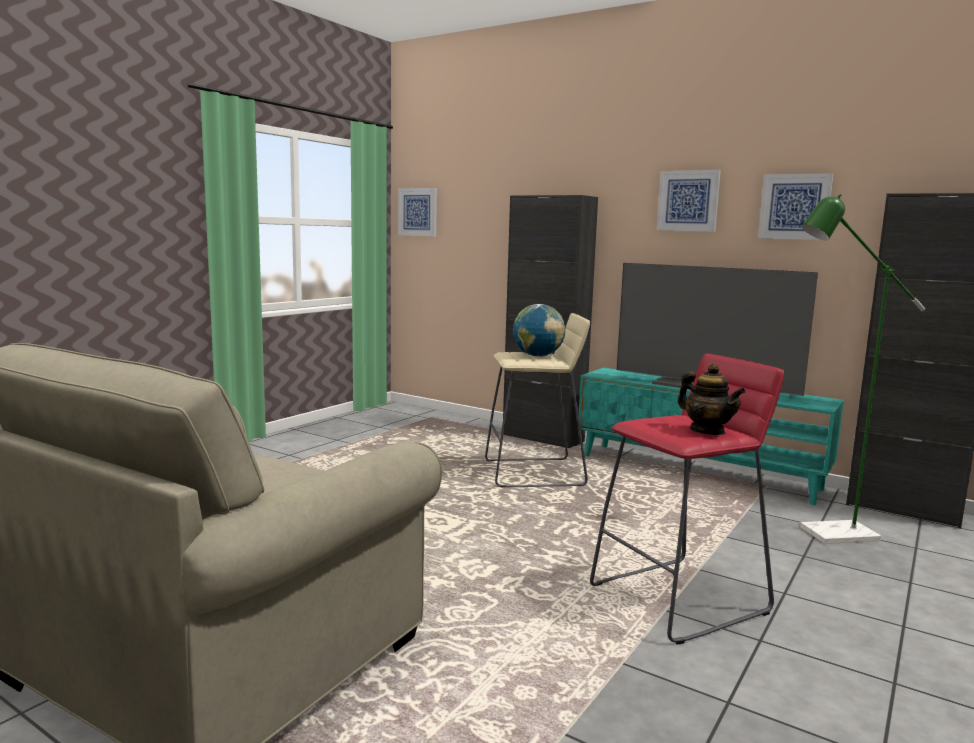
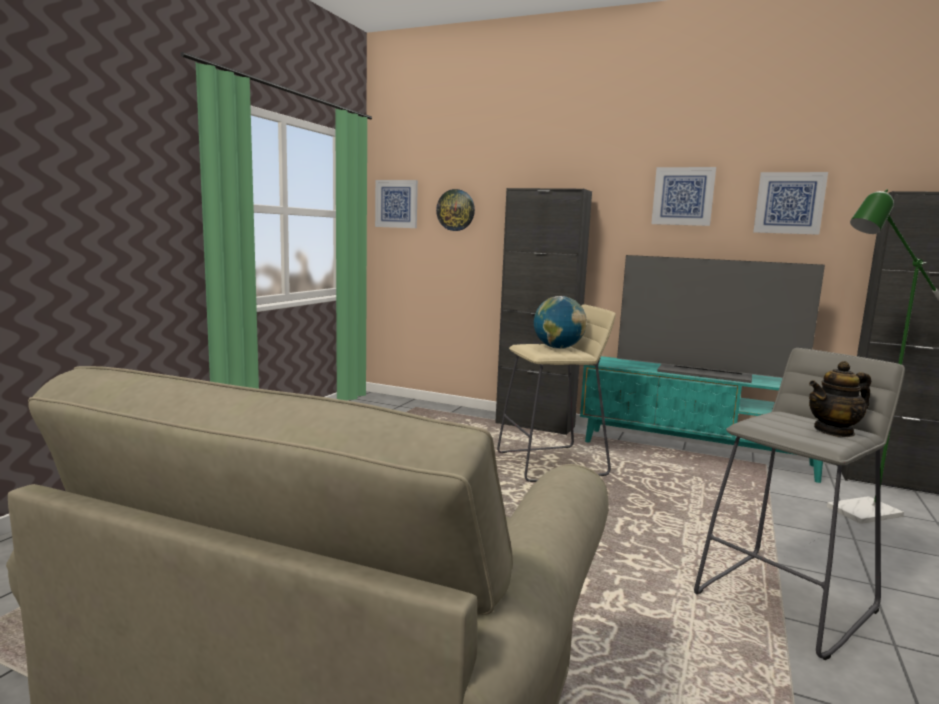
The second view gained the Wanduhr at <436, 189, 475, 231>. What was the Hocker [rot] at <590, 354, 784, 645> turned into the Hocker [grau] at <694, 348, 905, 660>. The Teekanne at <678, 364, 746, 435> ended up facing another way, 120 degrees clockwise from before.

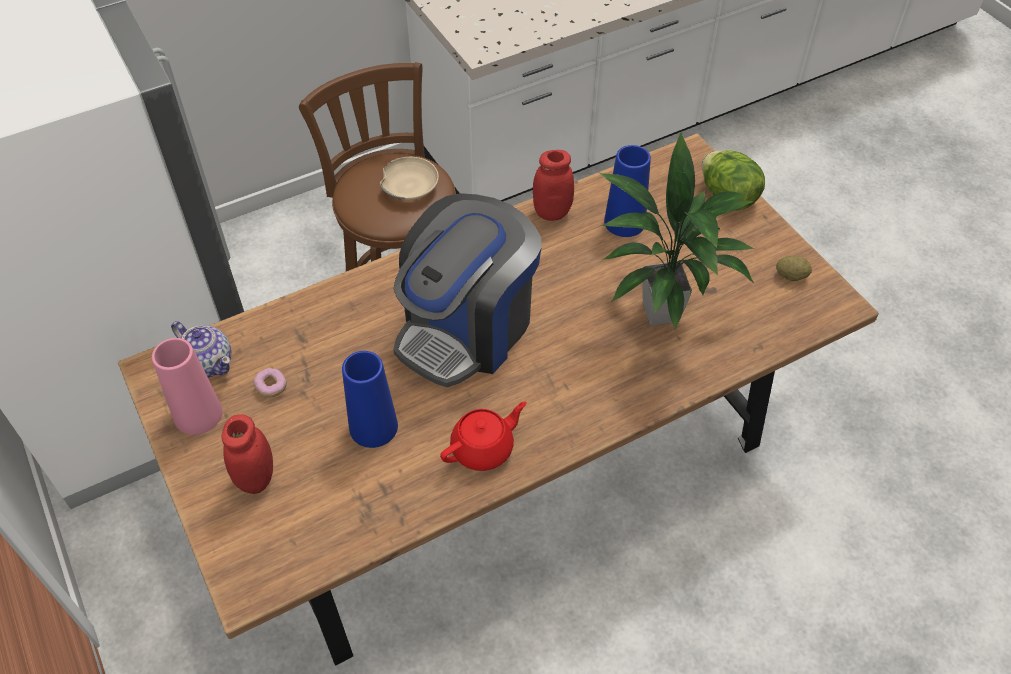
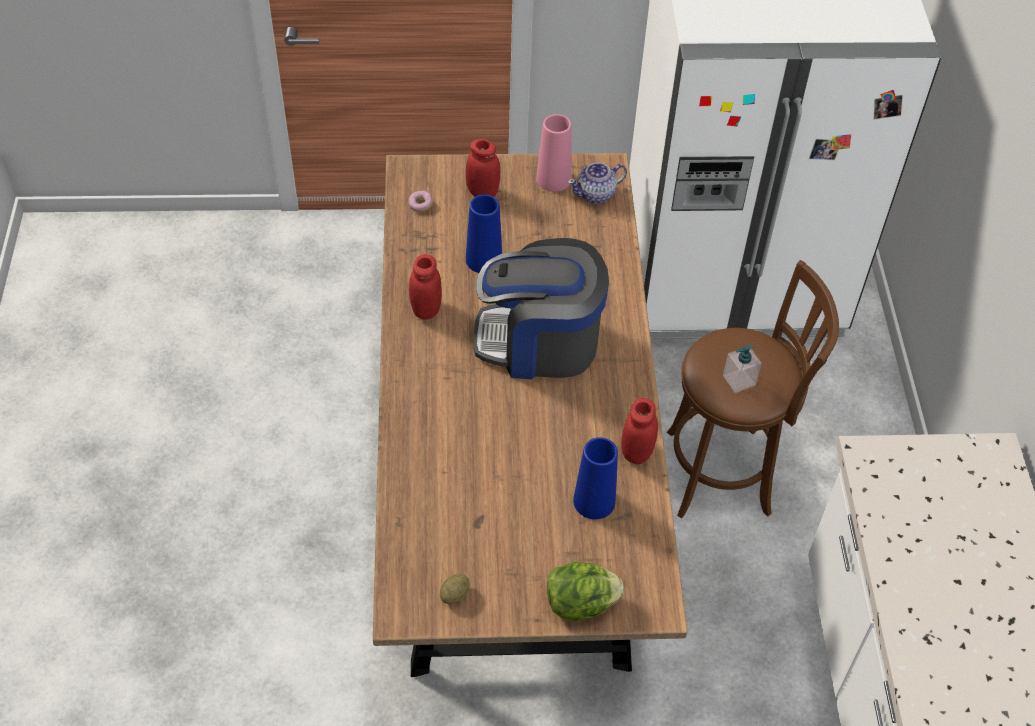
The second view lost the Topfpflanze at <598, 131, 755, 330>. The Donut ended up elsewhere, having gone from <254, 368, 287, 397> to <408, 191, 433, 212>. Where the Schüssel [beige] stood at <380, 157, 439, 200>, the Seifenspender came to stand at <723, 344, 762, 393>. Where the Teekanne [rot] stood at <440, 401, 527, 471>, the Vorratsglas [rot] came to stand at <409, 254, 442, 320>. The Kaffeemaschine at <393, 193, 541, 387> ended up facing another way, 60 degrees counterclockwise from before.

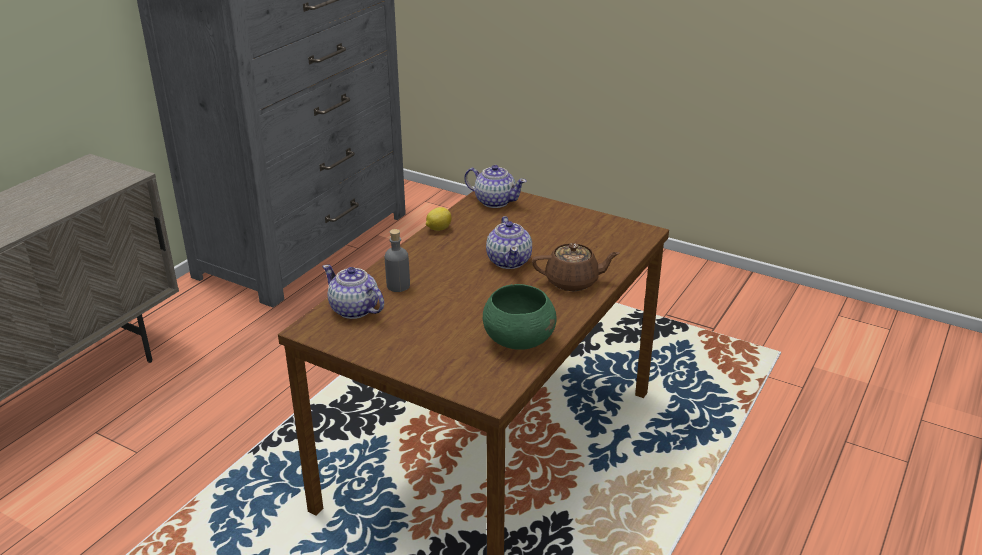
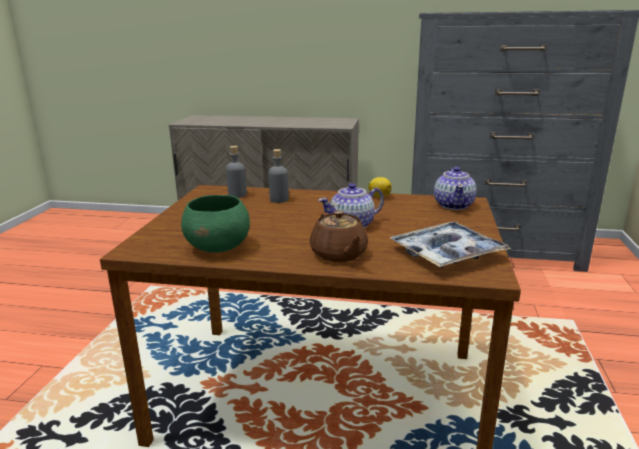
The second view gained the Tablett at <390, 222, 511, 268>. Where the Teekanne stood at <322, 265, 384, 319>, the Flasche [grau] came to stand at <226, 146, 247, 198>.

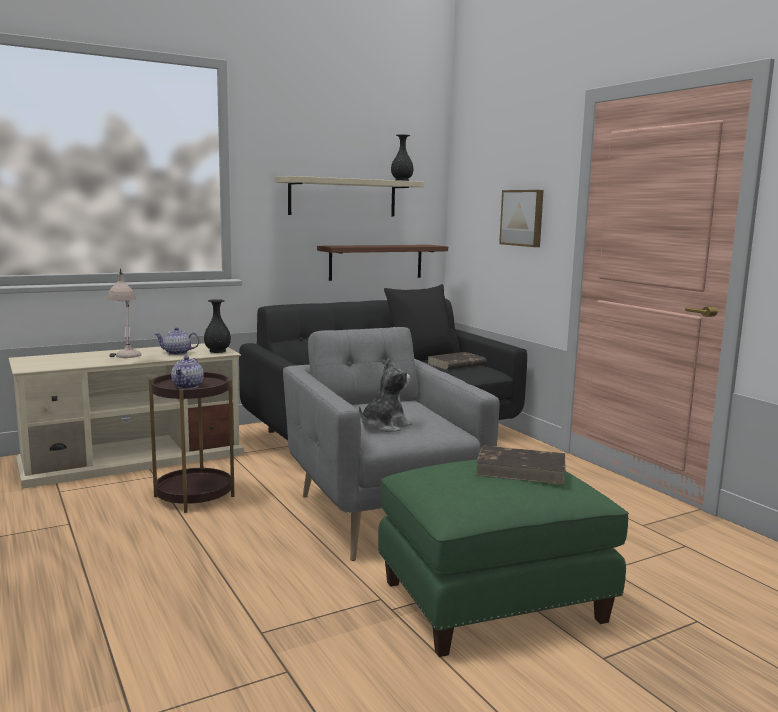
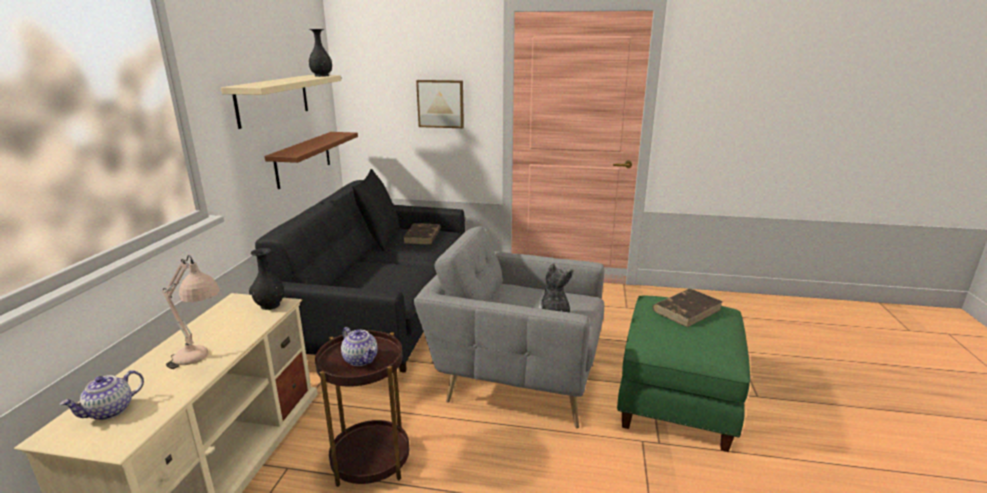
The Teekanne ended up elsewhere, having gone from <154, 327, 200, 355> to <60, 370, 144, 420>.

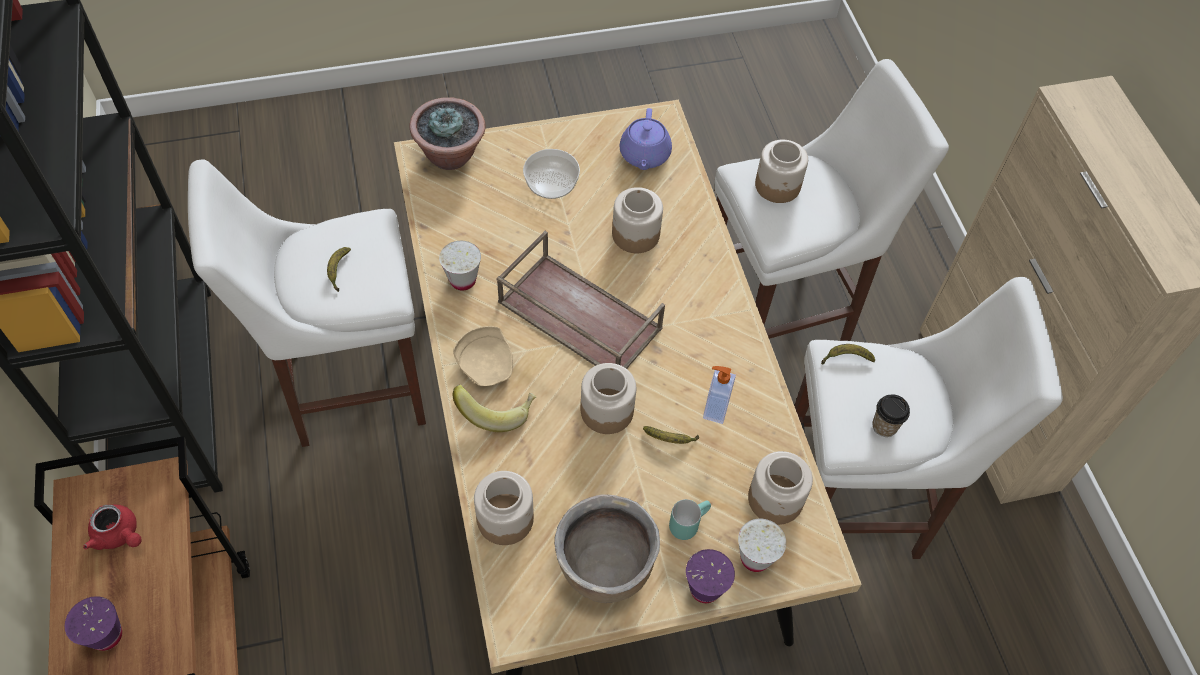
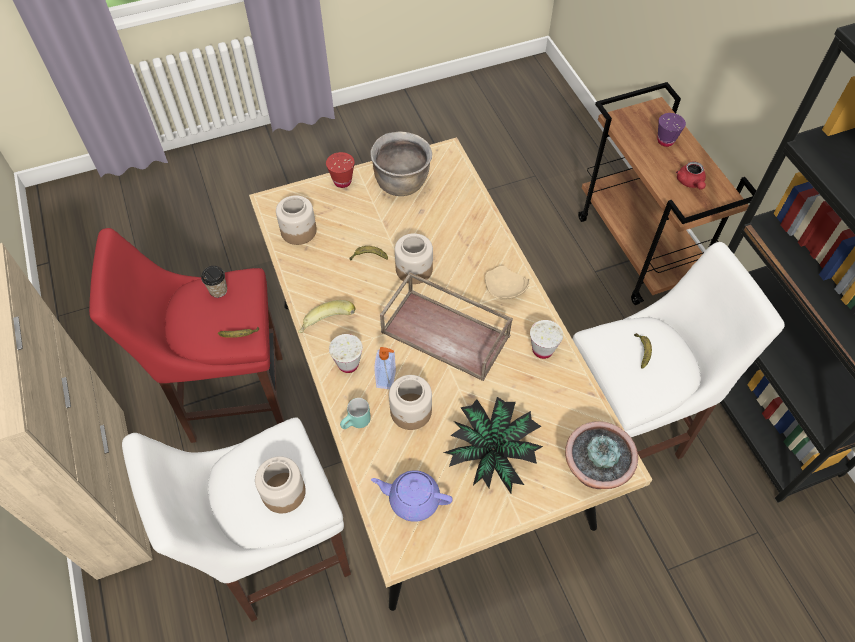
The second view lost the Vorratsglas at <474, 471, 534, 545>. The Banane ended up elsewhere, having gone from <453, 385, 536, 432> to <298, 300, 356, 333>. The Henkelbecher [türkis] ended up elsewhere, having gone from <669, 499, 711, 540> to <340, 398, 371, 429>. The Seifenspender ended up elsewhere, having gone from <703, 366, 736, 424> to <374, 347, 396, 389>. The Tasse [weiß] ended up elsewhere, having gone from <738, 519, 786, 572> to <329, 334, 363, 373>. Where the Schüssel stood at <523, 149, 580, 199>, the Topfpflanze came to stand at <443, 397, 543, 494>. What was the Tasse [lila] at <686, 549, 735, 603> turned into the Tasse [rot] at <326, 152, 355, 188>. What was the Hocker [weiß] at <794, 277, 1063, 559> turned into the Hocker [rot] at <89, 228, 284, 443>. The Teekanne [rot] at <83, 504, 142, 550> ended up facing another way, 120 degrees counterclockwise from before. The Teekanne [lila] at <620, 108, 672, 170> ended up facing another way, 75 degrees counterclockwise from before.

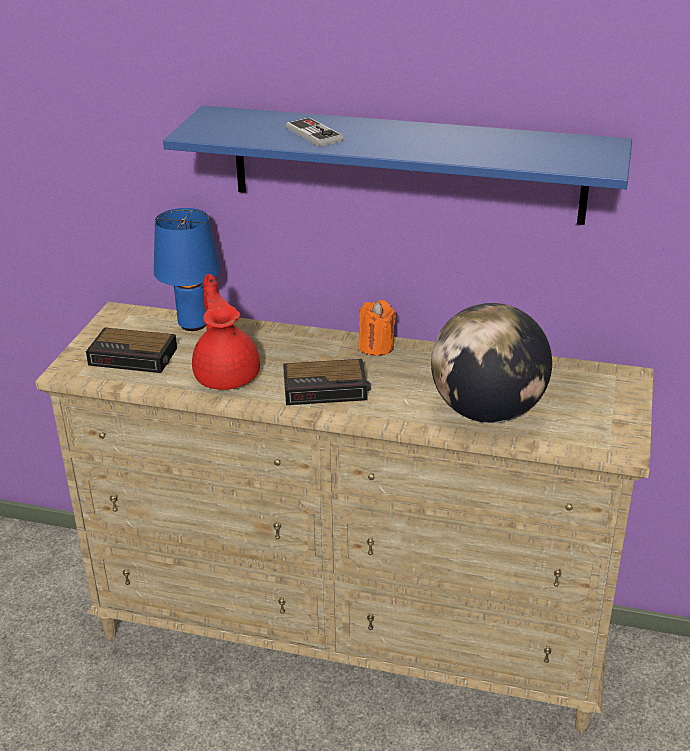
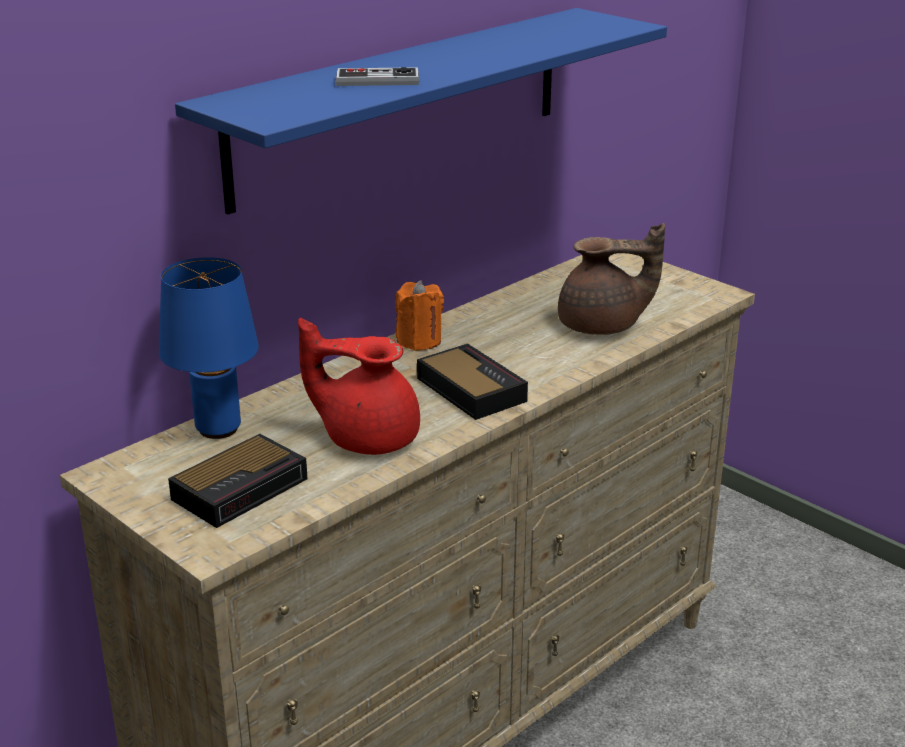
Where the Globus stood at <431, 303, 552, 423>, the Teekanne [braun] came to stand at <558, 223, 665, 335>. The Wecker at <283, 359, 371, 405> ended up facing another way, 60 degrees counterclockwise from before.

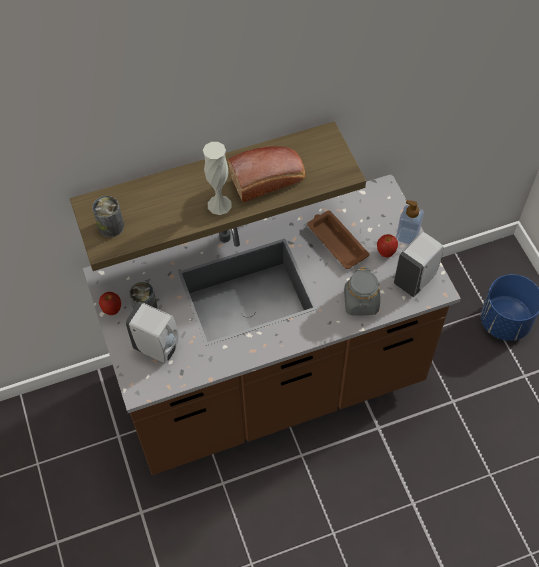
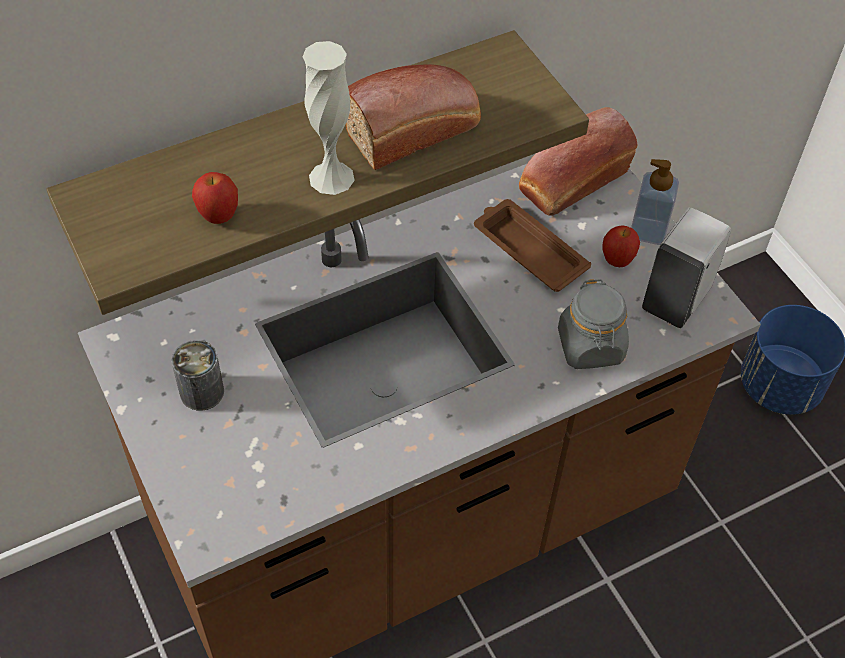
The second view lost the Dose at <92, 196, 124, 238>. The second view lost the Seifenspender [weiß] at <125, 302, 178, 364>. The second view gained the Brot at <519, 107, 638, 216>. The Apfel ended up elsewhere, having gone from <99, 292, 121, 315> to <192, 172, 238, 224>.

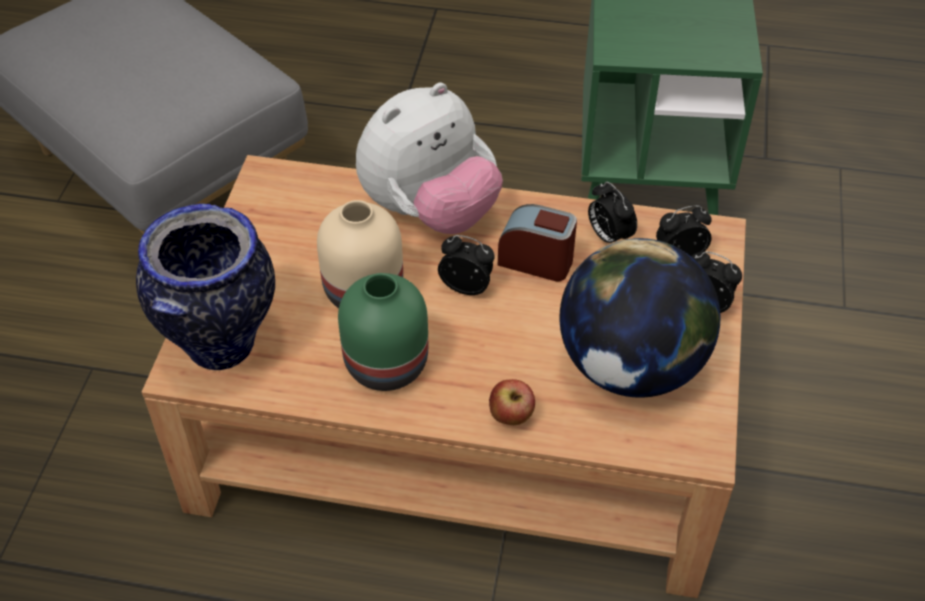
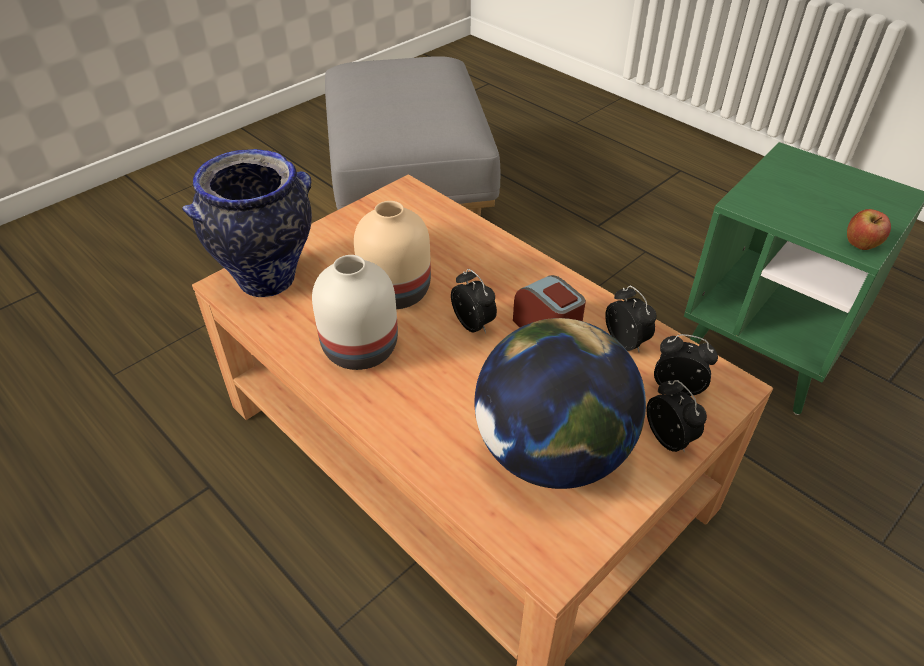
The second view lost the Plüschtier at <356, 83, 503, 234>. The Apfel ended up elsewhere, having gone from <489, 379, 535, 425> to <847, 209, 891, 250>. What was the Vase [grün] at <338, 273, 428, 391> turned into the Vase [weiß] at <312, 255, 398, 370>. The Wecker at <588, 181, 637, 243> ended up facing another way, 150 degrees clockwise from before.

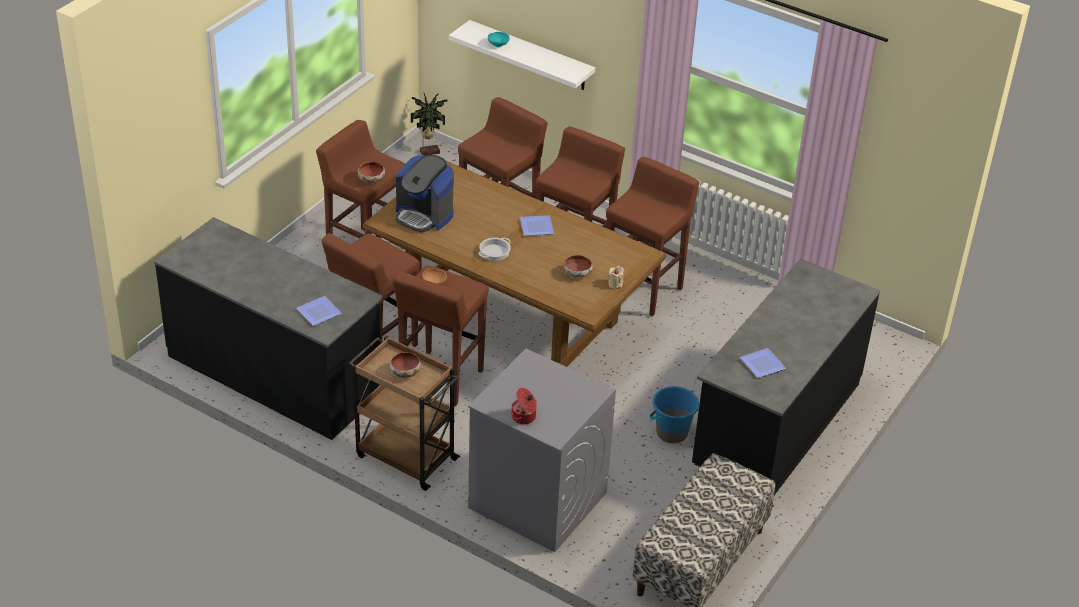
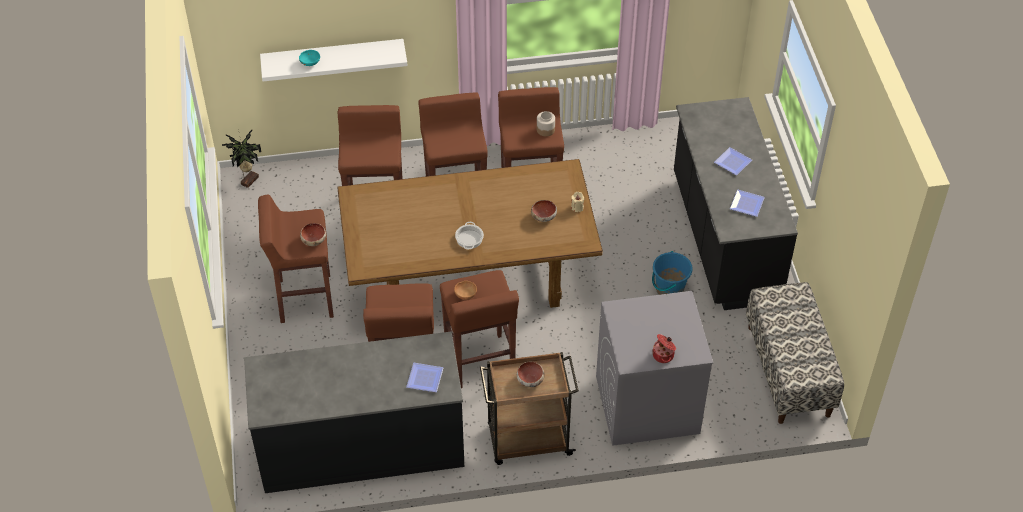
The second view lost the Kaffeemaschine at <395, 155, 454, 232>. The second view gained the Vorratsglas at <537, 111, 555, 136>. The Teller ended up elsewhere, having gone from <520, 215, 554, 236> to <714, 147, 752, 175>.

